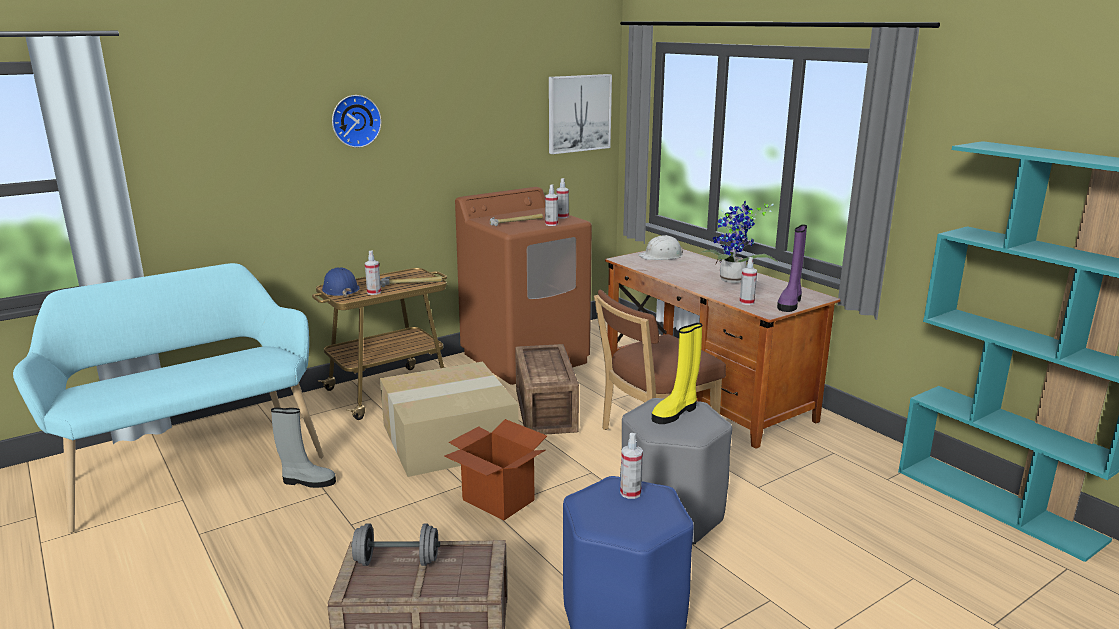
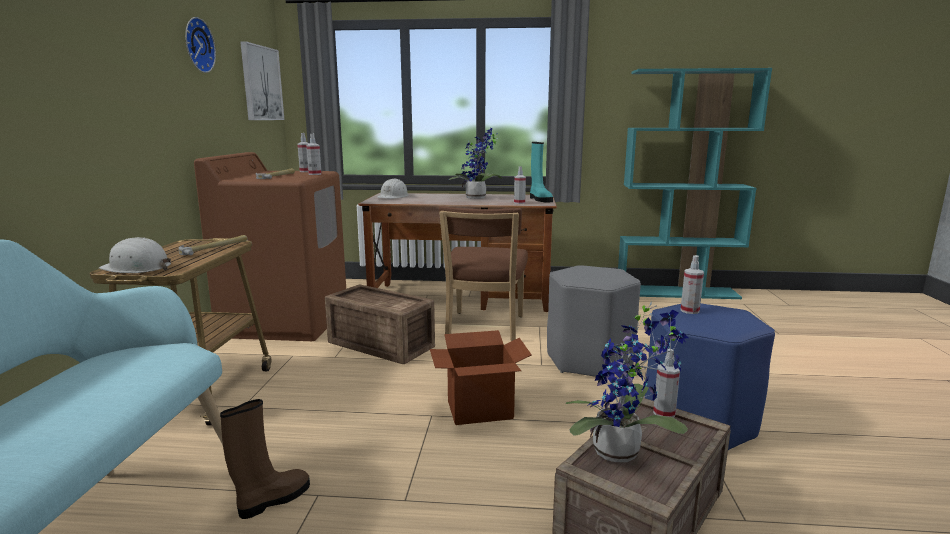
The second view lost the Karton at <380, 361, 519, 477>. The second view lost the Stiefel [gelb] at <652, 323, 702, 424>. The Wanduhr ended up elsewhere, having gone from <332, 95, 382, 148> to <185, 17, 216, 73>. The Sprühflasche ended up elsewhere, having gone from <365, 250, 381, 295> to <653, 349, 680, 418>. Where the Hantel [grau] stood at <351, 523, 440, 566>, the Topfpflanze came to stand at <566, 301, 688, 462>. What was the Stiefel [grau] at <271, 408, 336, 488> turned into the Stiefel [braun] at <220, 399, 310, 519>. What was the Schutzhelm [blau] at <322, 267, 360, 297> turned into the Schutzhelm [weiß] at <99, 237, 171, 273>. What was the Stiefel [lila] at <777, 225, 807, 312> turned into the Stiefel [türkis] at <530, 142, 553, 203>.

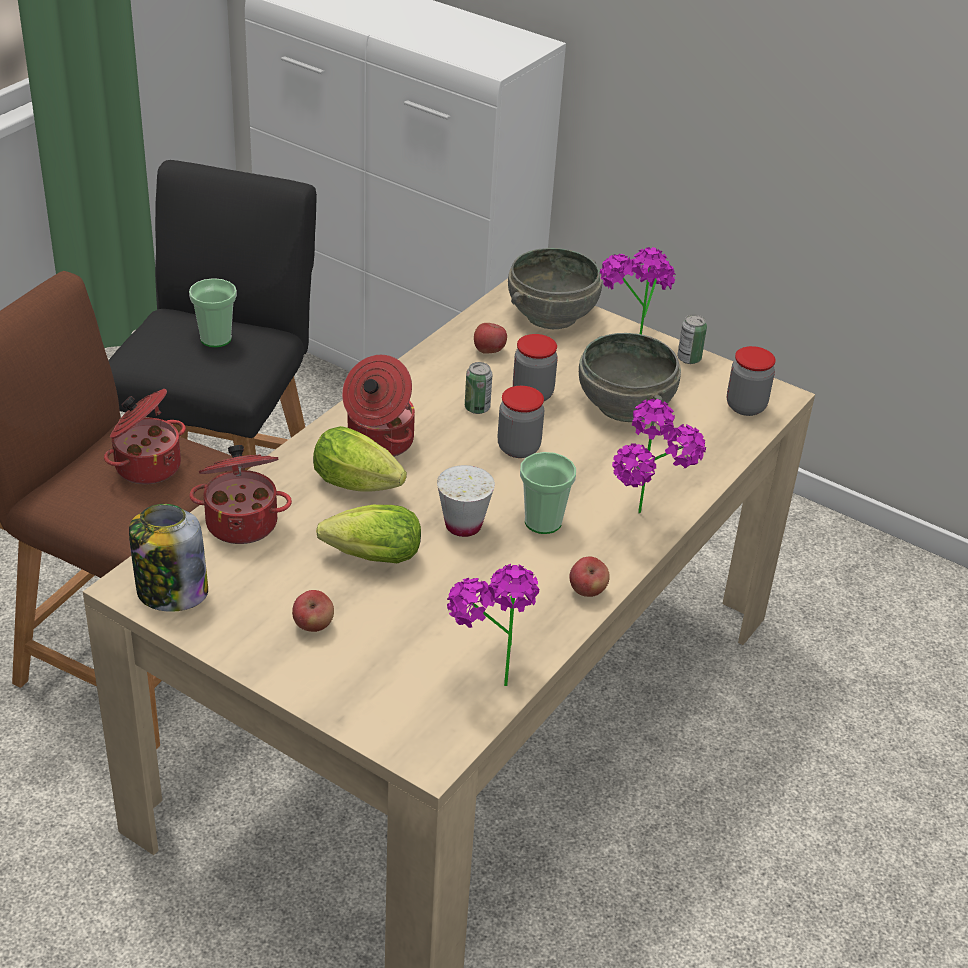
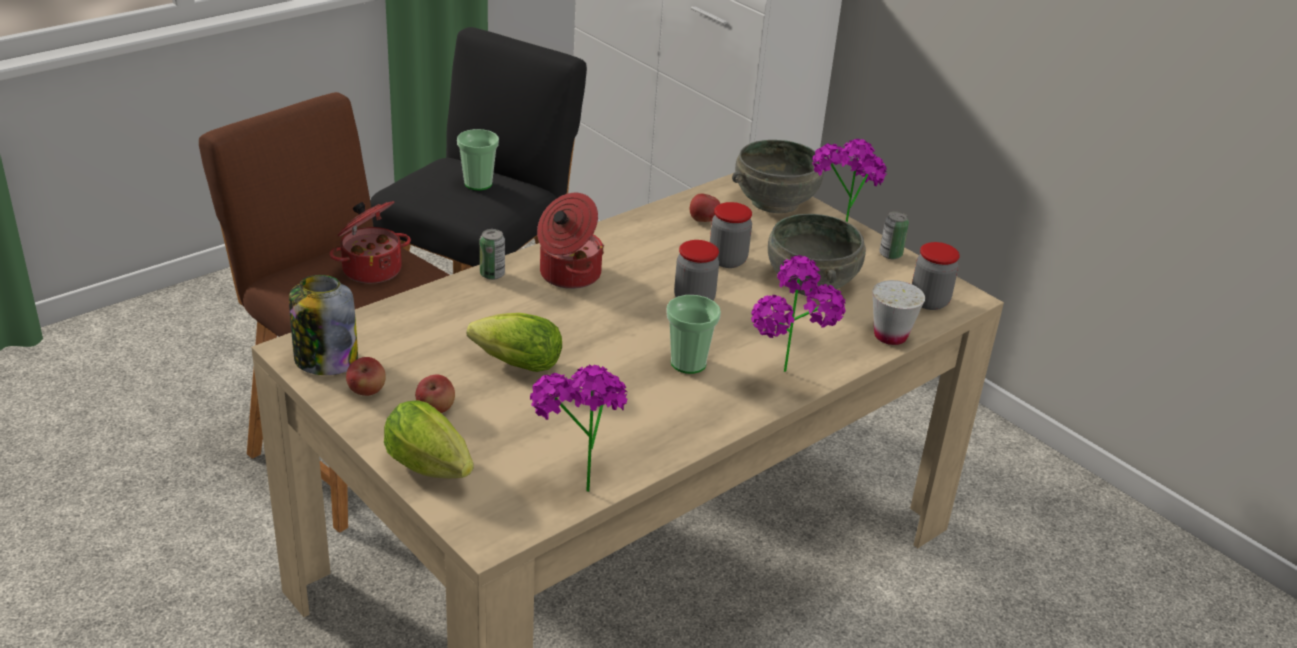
The second view lost the Kochtopf at <189, 445, 292, 544>. The Salatkopf ended up elsewhere, having gone from <313, 426, 407, 492> to <384, 400, 474, 478>. The Tasse [weiß] ended up elsewhere, having gone from <437, 465, 495, 537> to <872, 280, 925, 345>. The Dose ended up elsewhere, having gone from <465, 362, 493, 414> to <480, 229, 505, 280>. The Apfel ended up elsewhere, having gone from <569, 556, 610, 597> to <346, 357, 386, 396>.

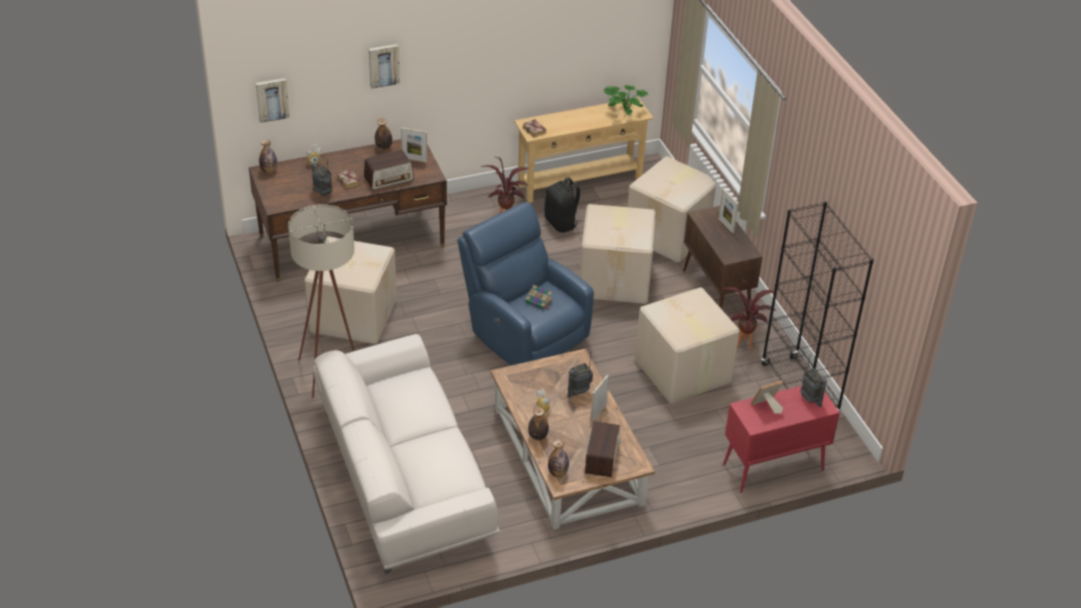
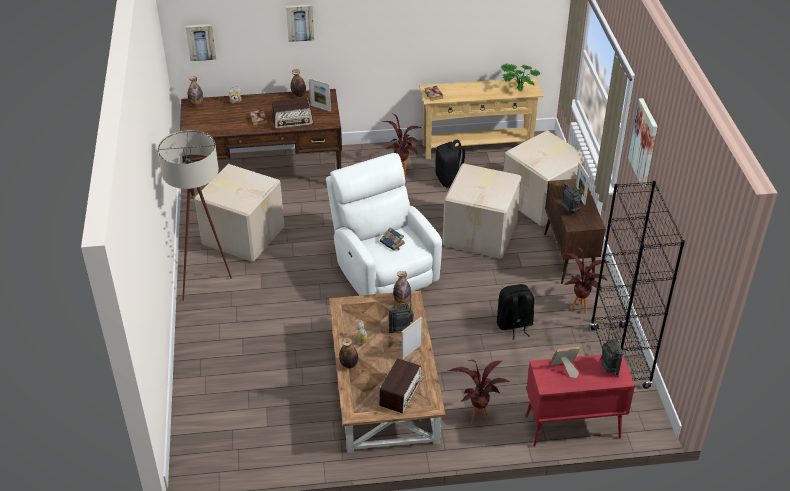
The second view lost the Sofa [weiß] at <314, 334, 500, 574>. The second view gained the Topfpflanze at <448, 360, 510, 424>. The second view gained the Bild at <628, 98, 658, 187>. The Radio ended up elsewhere, having gone from <311, 160, 332, 196> to <561, 181, 582, 214>. The Flasche ended up elsewhere, having gone from <548, 440, 569, 477> to <393, 271, 411, 304>. Where the Karton stood at <635, 287, 740, 404>, the Rucksack [schwarz] came to stand at <497, 284, 534, 340>. What was the Sessel [blau] at <457, 202, 594, 365> turned into the Sessel [weiß] at <326, 153, 442, 295>.

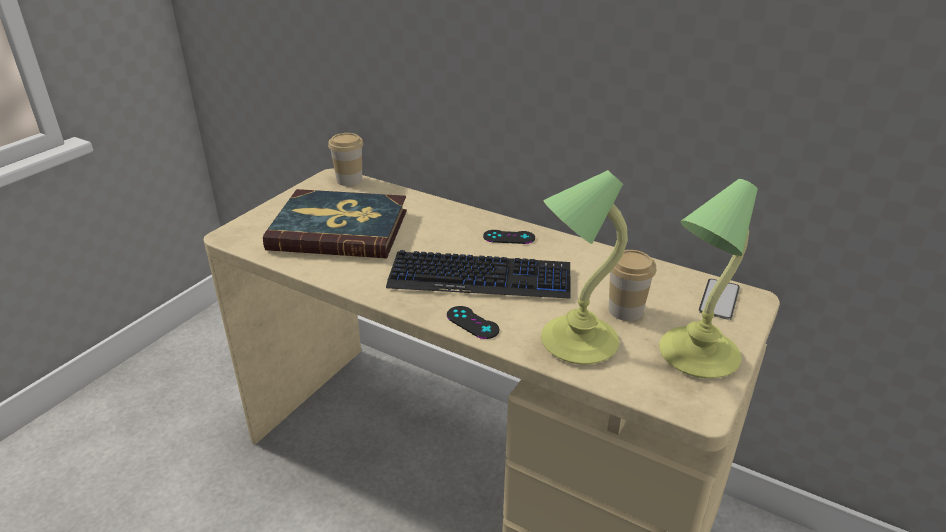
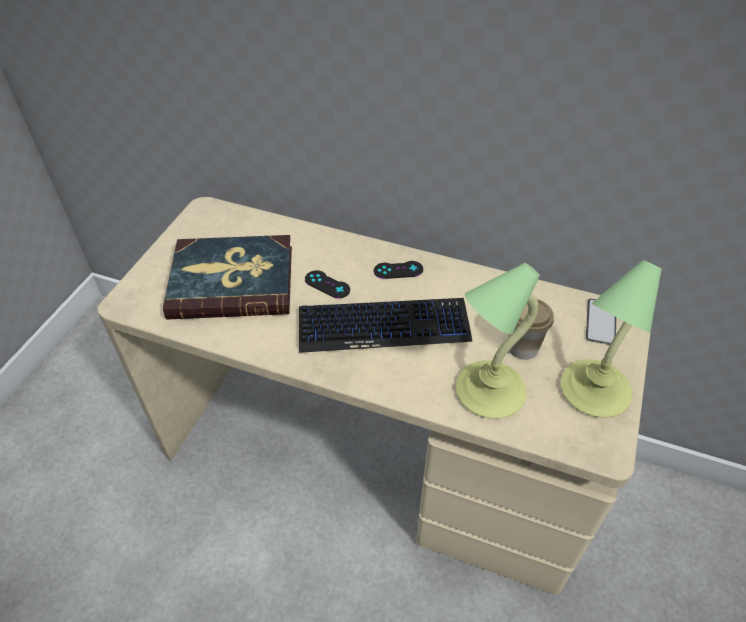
The second view lost the Tasse at <328, 133, 363, 186>. The Gamepad [schwarz] ended up elsewhere, having gone from <447, 306, 499, 339> to <305, 270, 350, 299>.

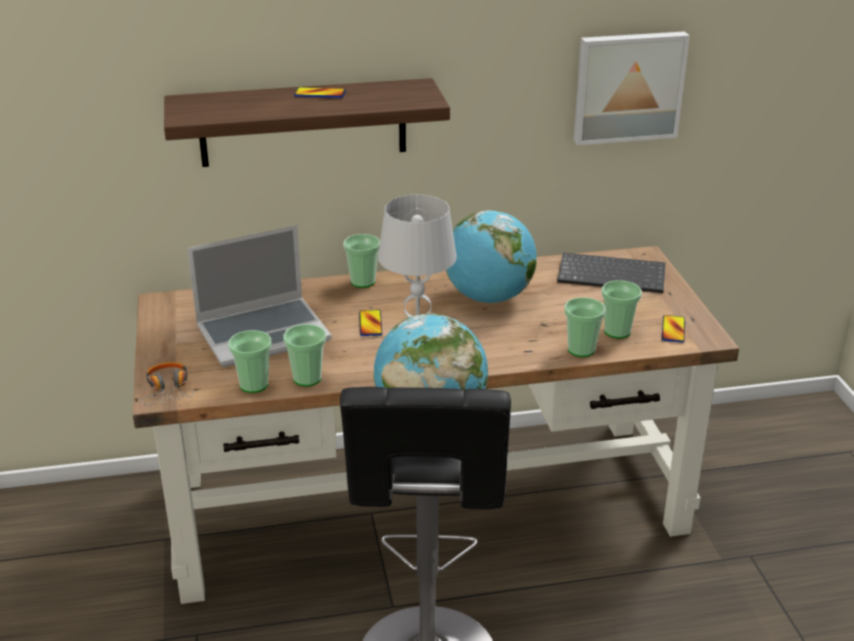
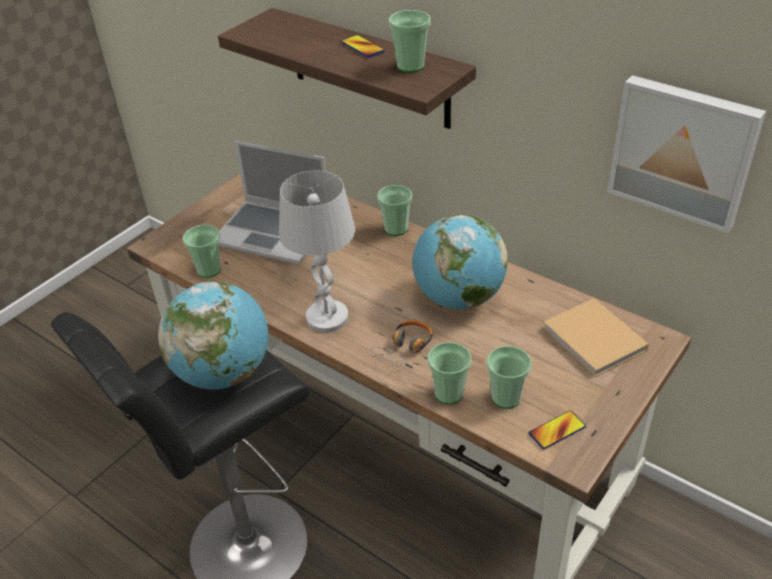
The second view lost the Handy at <359, 310, 382, 336>. The Kopfhörer ended up elsewhere, having gone from <142, 362, 201, 406> to <369, 320, 433, 368>. The Tasse ended up elsewhere, having gone from <284, 324, 326, 386> to <389, 10, 431, 73>. Where the Tastatur stood at <557, 253, 666, 293>, the Buch [beige] came to stand at <543, 298, 649, 377>.

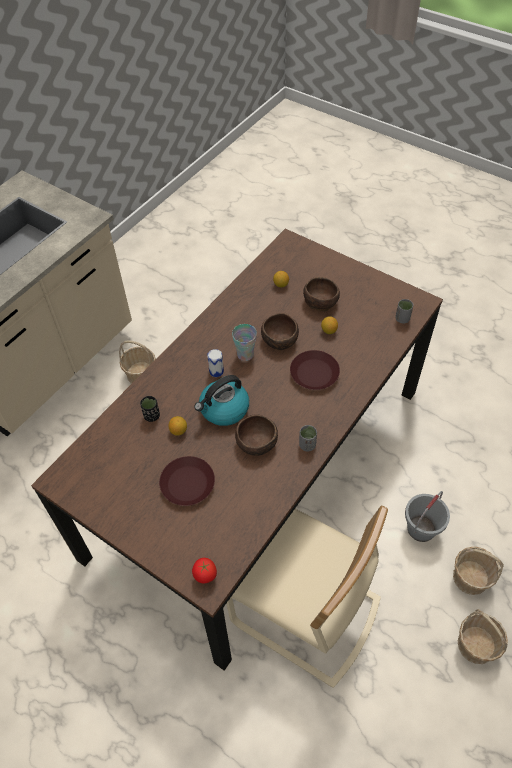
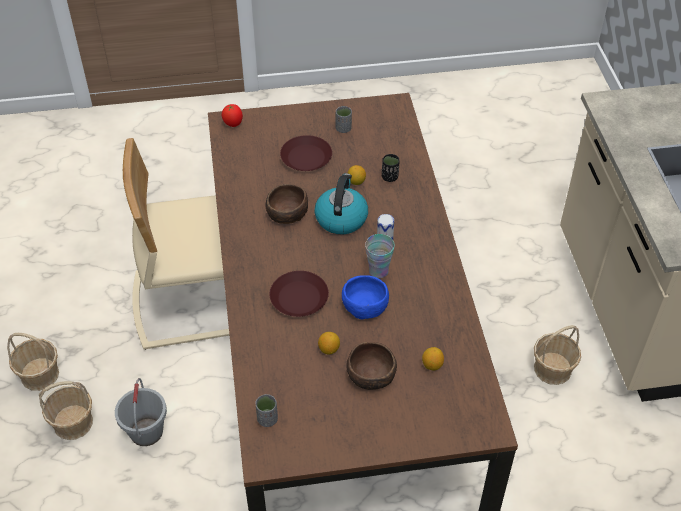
The Tasse [grau] ended up elsewhere, having gone from <299, 425, 317, 451> to <335, 106, 352, 133>. What was the Schüssel [braun] at <261, 313, 299, 350> turned into the Schüssel [blau] at <342, 275, 389, 320>.

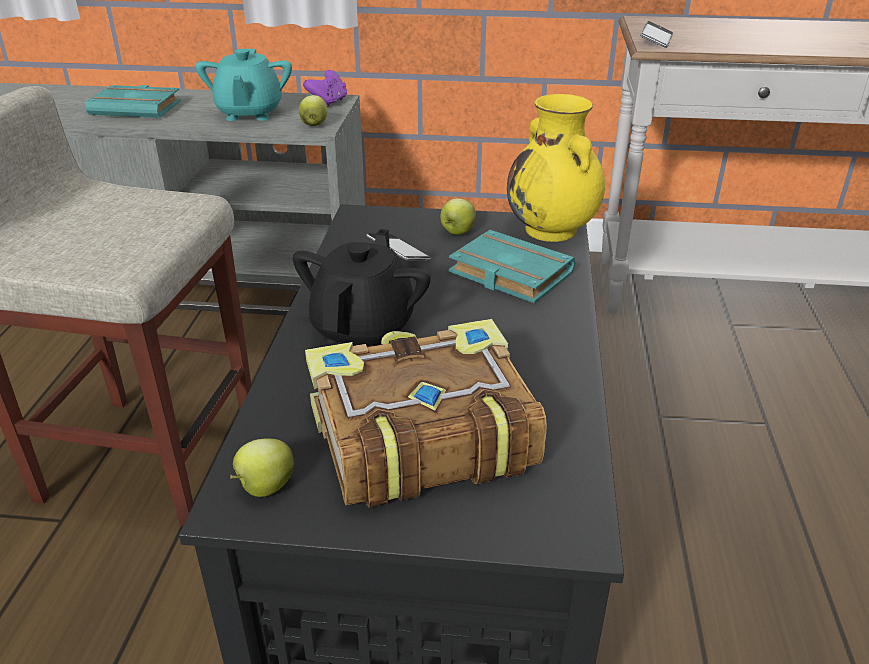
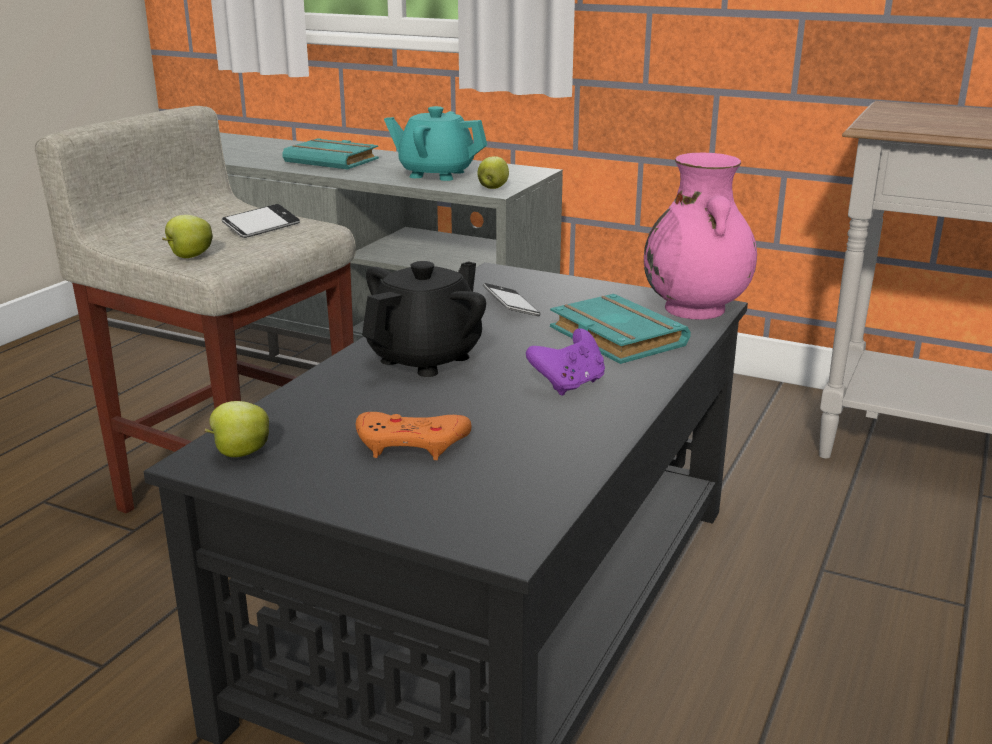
The Gamepad [lila] ended up elsewhere, having gone from <303, 70, 347, 107> to <526, 329, 605, 395>. The Apfel ended up elsewhere, having gone from <440, 198, 476, 235> to <162, 215, 213, 258>. The Handy ended up elsewhere, having gone from <640, 21, 673, 48> to <222, 204, 300, 238>. Where the Buch stood at <305, 319, 547, 508>, the Gamepad [orange] came to stand at <356, 412, 472, 460>. What was the Vase [gelb] at <507, 94, 605, 242> turned into the Vase [rosa] at <644, 153, 757, 320>. The Teekanne [türkis] at <196, 49, 292, 121> ended up facing another way, 90 degrees clockwise from before.

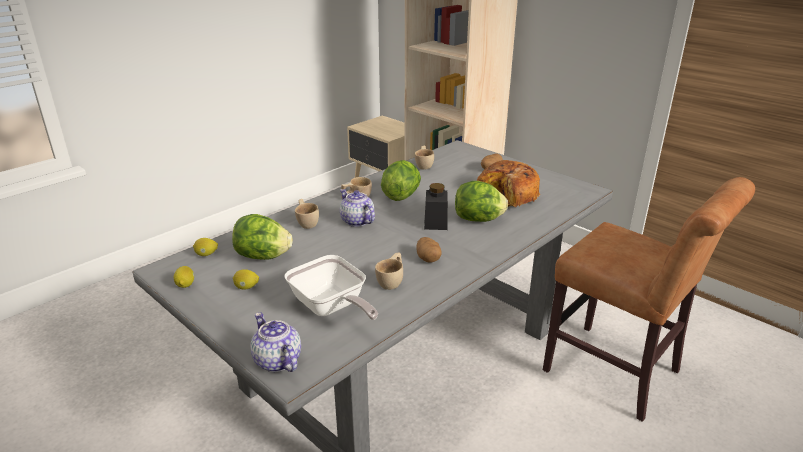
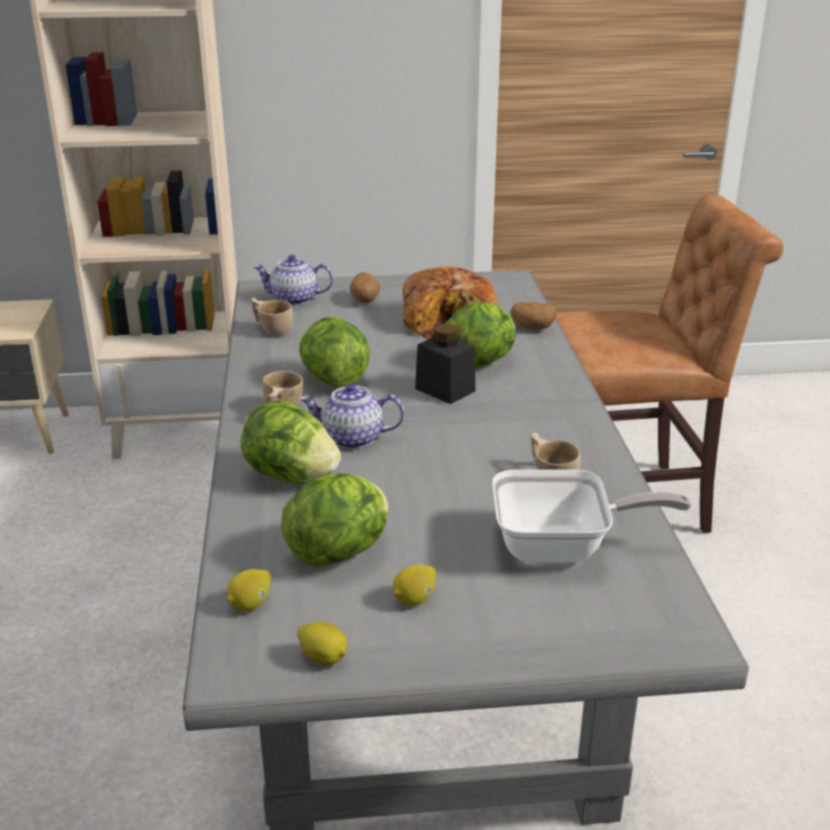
The Teekanne ended up elsewhere, having gone from <251, 312, 301, 372> to <253, 255, 333, 306>. The Kartoffel ended up elsewhere, having gone from <417, 237, 442, 263> to <510, 302, 556, 330>. Where the Tasse [beige] stood at <295, 199, 319, 229>, the Salatkopf came to stand at <241, 401, 341, 484>.

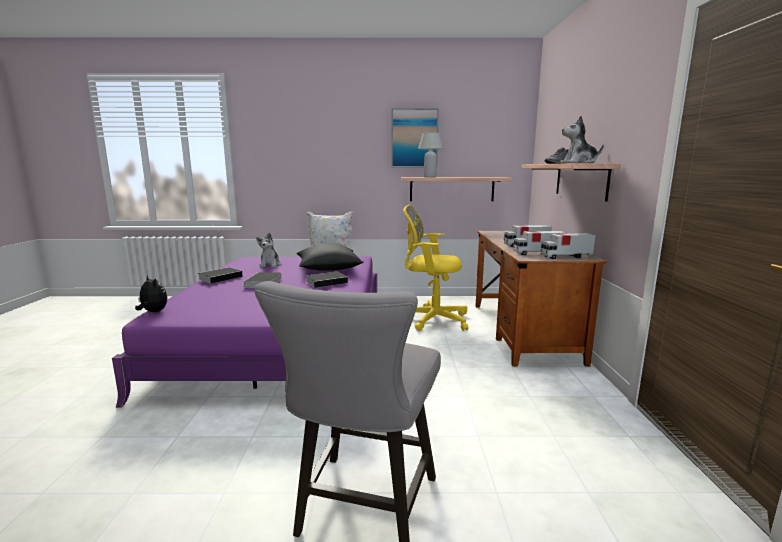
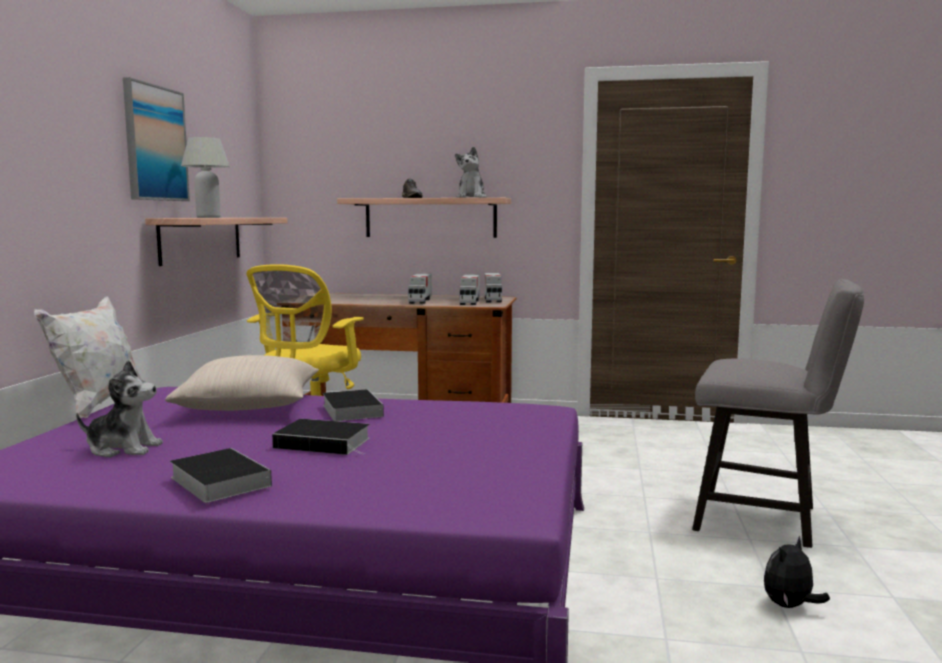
The Plüschtier ended up elsewhere, having gone from <135, 275, 167, 312> to <764, 536, 830, 608>. What was the Kissen [schwarz] at <297, 244, 364, 271> turned into the Kissen [beige] at <165, 355, 319, 411>.

